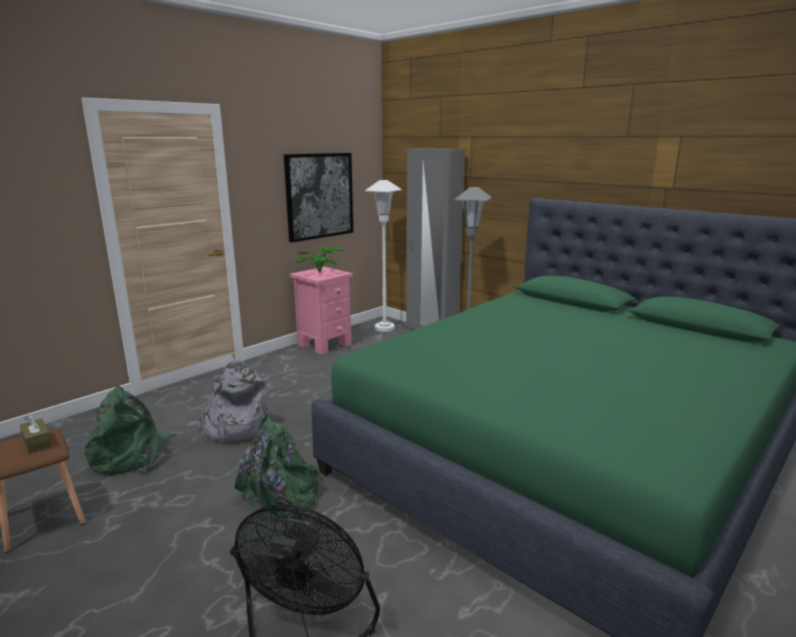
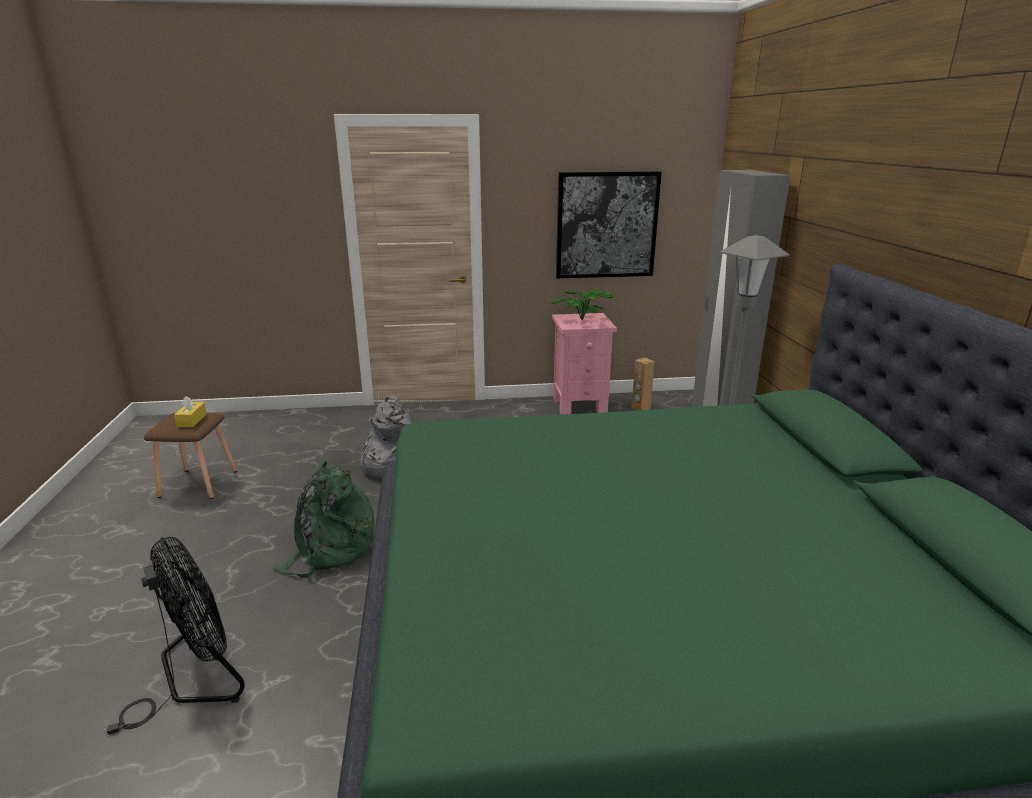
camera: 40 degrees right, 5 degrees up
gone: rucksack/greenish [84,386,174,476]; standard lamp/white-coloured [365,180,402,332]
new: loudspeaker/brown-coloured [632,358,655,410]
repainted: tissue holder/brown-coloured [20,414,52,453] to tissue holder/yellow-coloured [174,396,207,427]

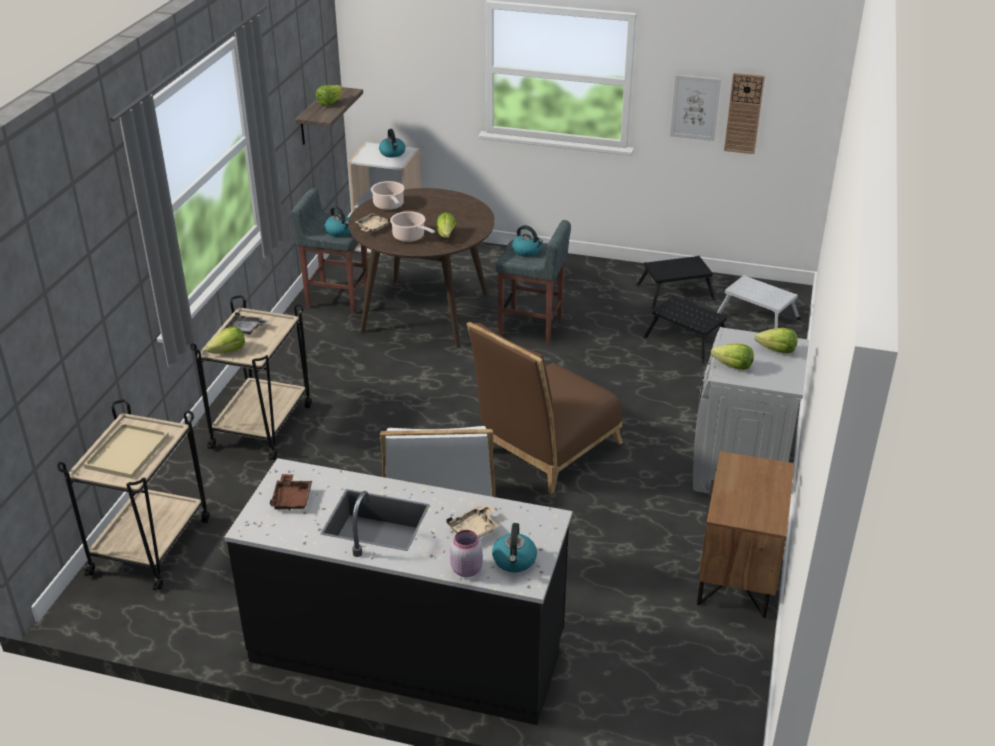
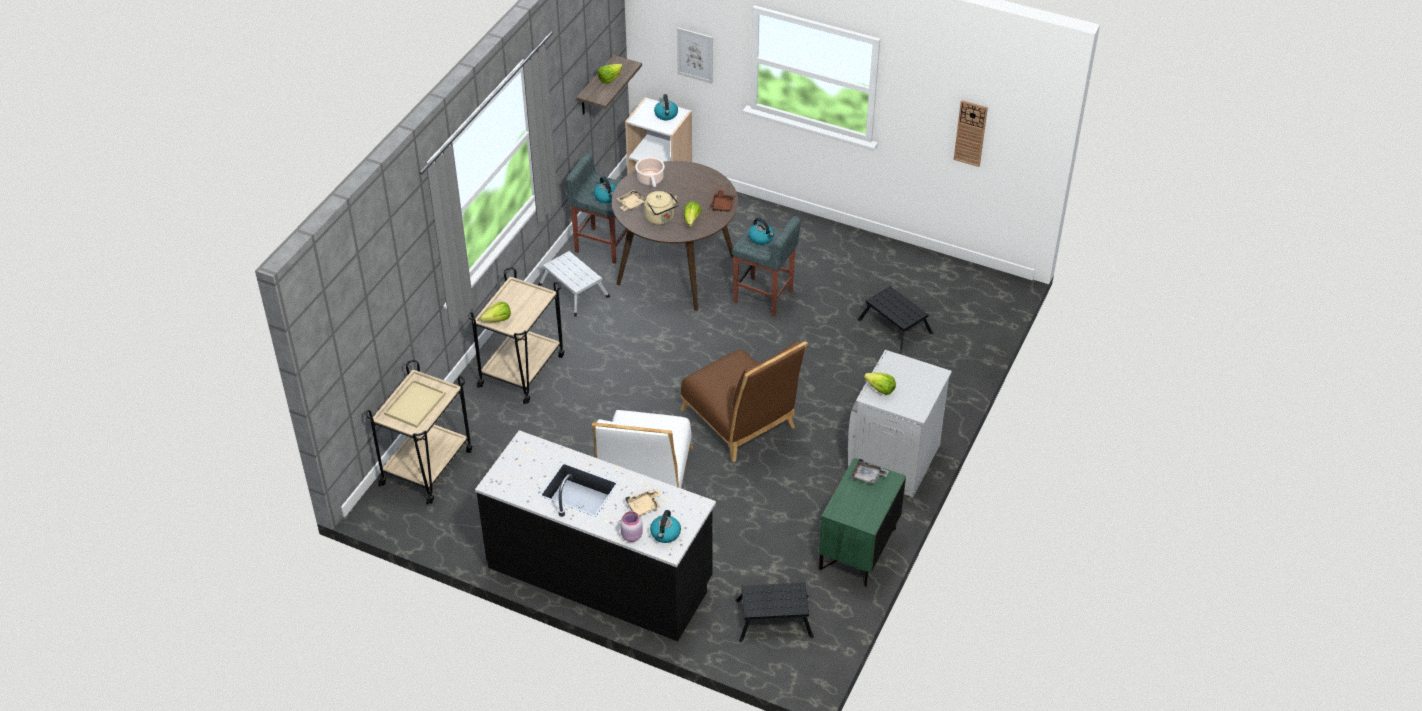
camera: 10 degrees right, 10 degrees up
gone: head of lettuce [755,328,798,354]
shifted: stepladder/white-coloured [716,275,801,328] to [538,251,610,317]; wall art [670,75,721,141] to [677,27,713,84]; tray/brown-coloured [270,474,312,510] to [710,190,735,212]; stepladder/black [636,256,717,309] to [735,582,814,642]; tray/gray [224,312,269,335] to [850,459,889,484]
swapped: cooking pot [390,211,435,242] to water kettle/sand-coloured [644,191,679,225]
repainted: bedside table/brown-coloured [697,451,794,618] to bedside table/greenish [819,458,906,587]
rotated: plain chair/brown-coloured [467,322,623,494] = [680,341,808,462] 90 degrees counterclockwise

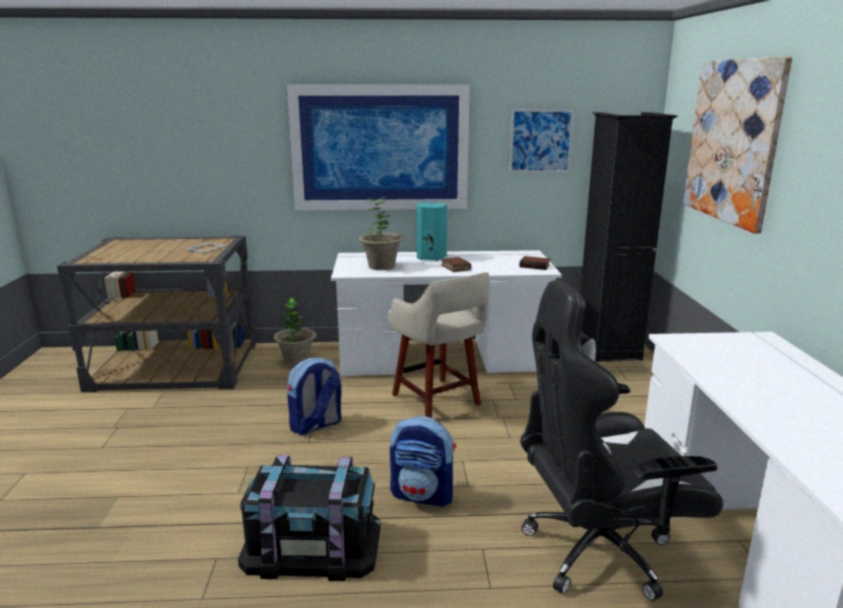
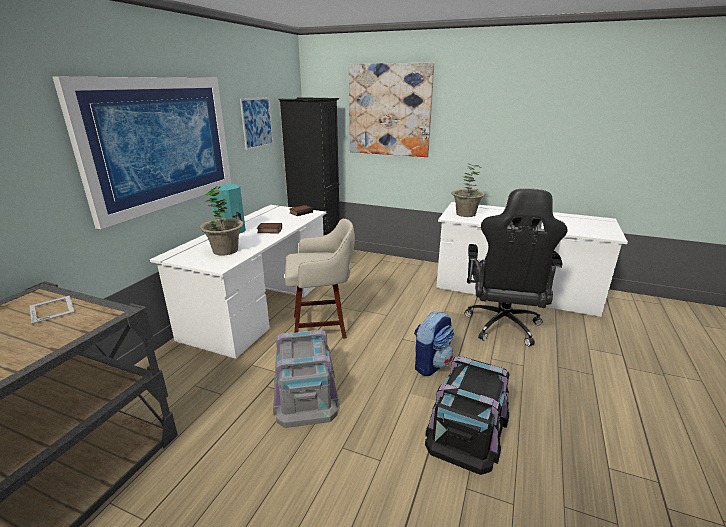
camera: 65 degrees left, 5 degrees up
shifted: potted plant [273,298,317,366] to [451,163,485,217]
swapped: rucksack [287,358,342,435] to storage bin/gray [273,330,340,428]

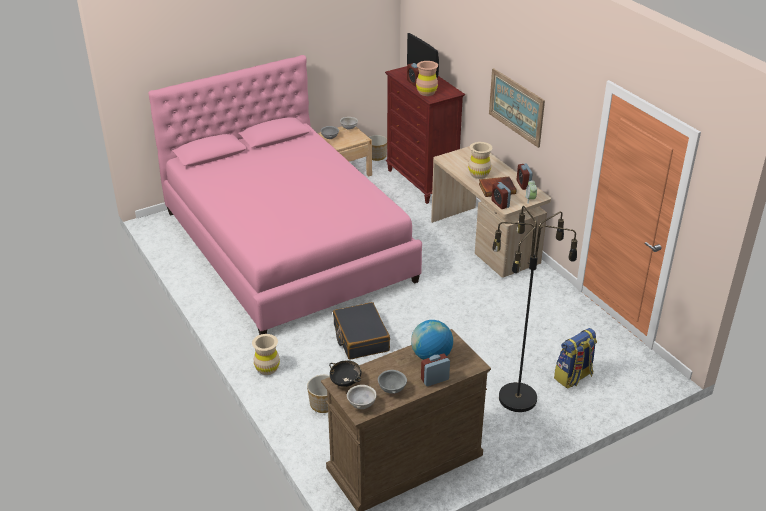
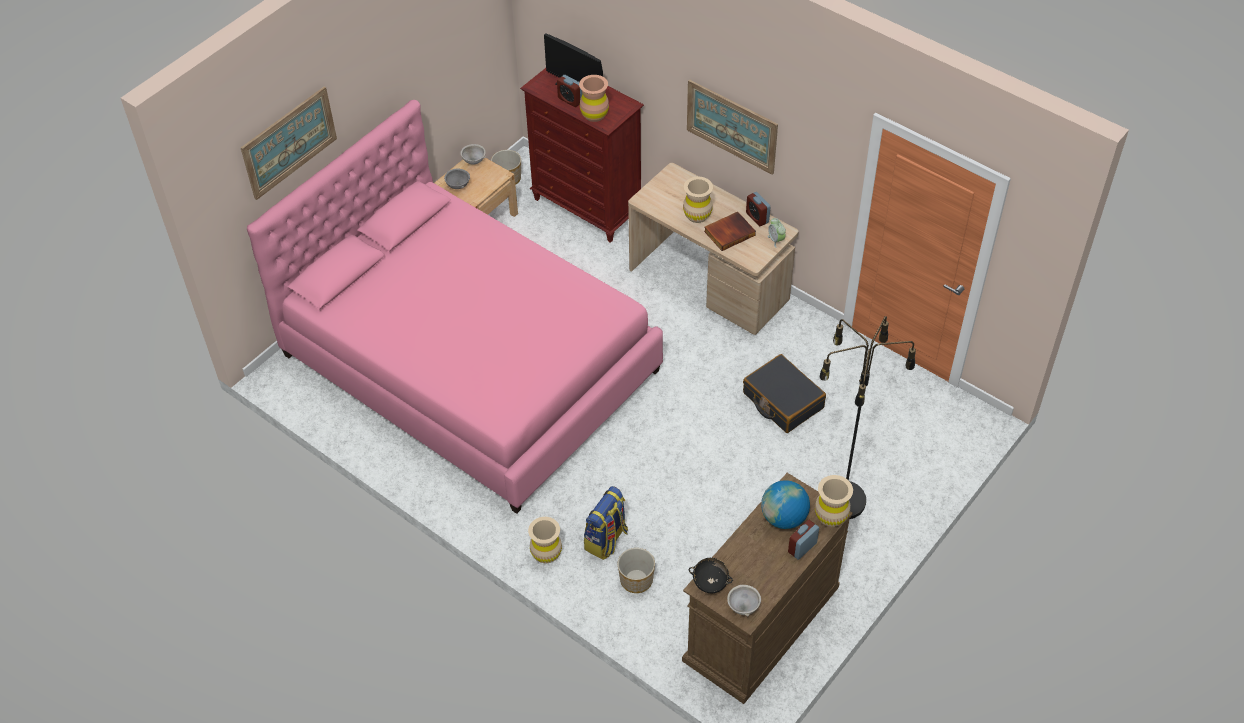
camera: 20 degrees left, 15 degrees up
gone: serving bowl/gray [378,370,407,394]; table clock [492,182,511,209]
new: wall art [241,86,337,200]; flower vase/sand-coloured [815,475,853,527]
shifted: rucksack [554,328,597,388] to [584,486,628,560]; travel case/black [333,302,390,360] to [743,354,826,433]

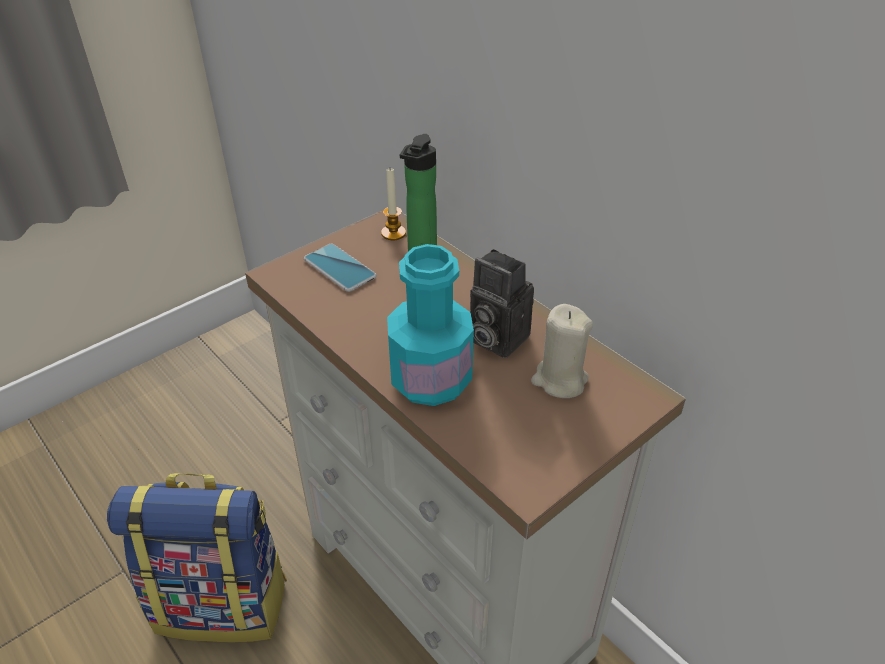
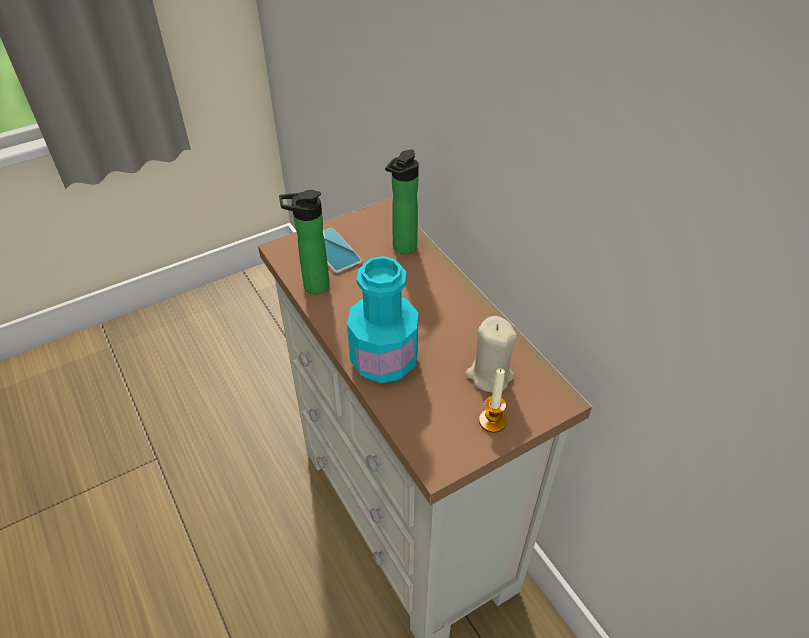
camera: 10 degrees right, 5 degrees up
gone: rucksack [107,473,287,643]; still camera [470,249,534,358]
new: drink bottle [279,190,330,294]
shifted: wax light [381,169,406,240] to [479,368,507,433]

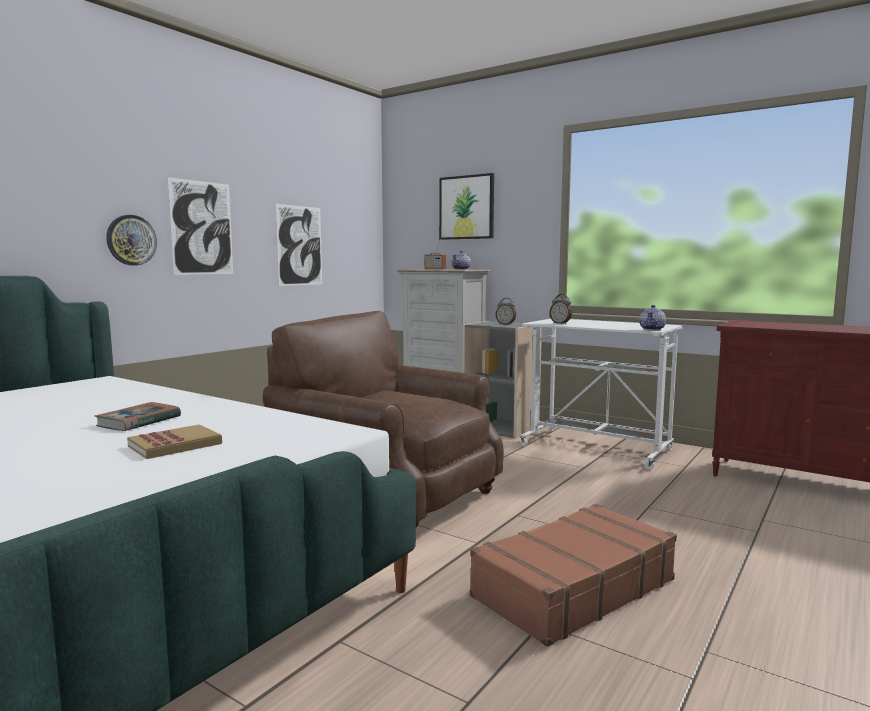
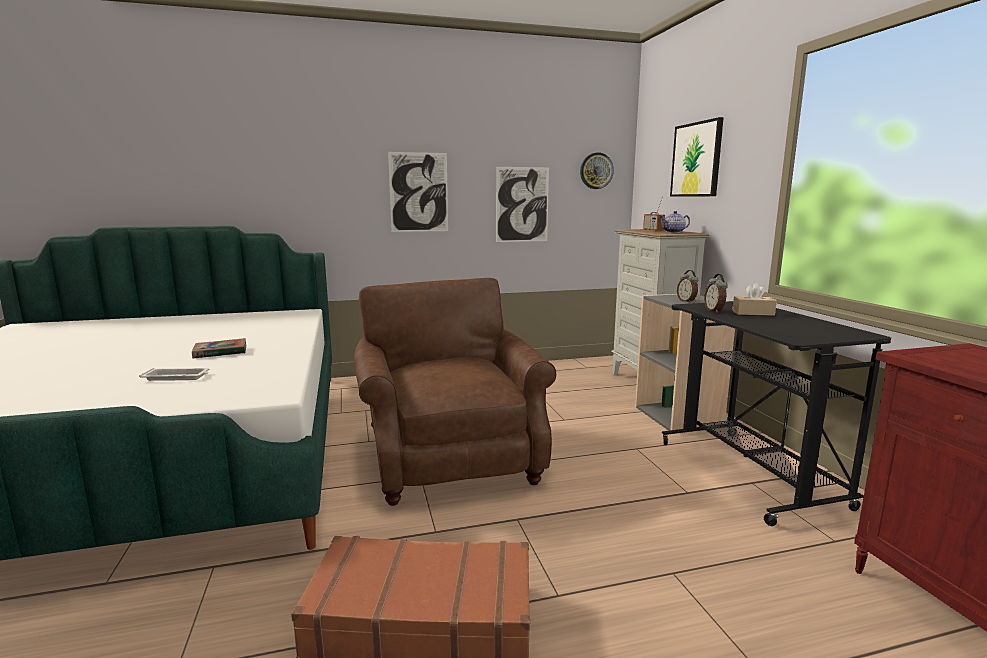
camera: 40 degrees right, 5 degrees up
gone: teapot [639,305,666,330]
new: tissue holder/sand-coloured [732,283,777,316]
shifted: hanging clock [106,215,157,265] to [580,153,614,189]
swapped: book [127,424,222,459] to tray/white-coloured [139,368,210,381]
repainted: desk/white-coloured [521,319,683,470] to desk/black [662,301,891,526]

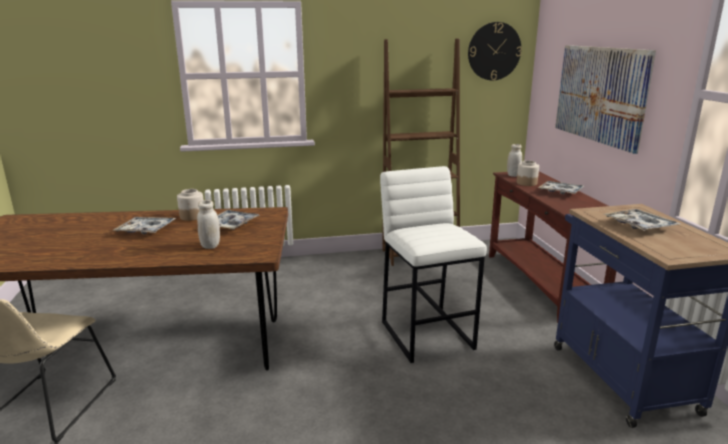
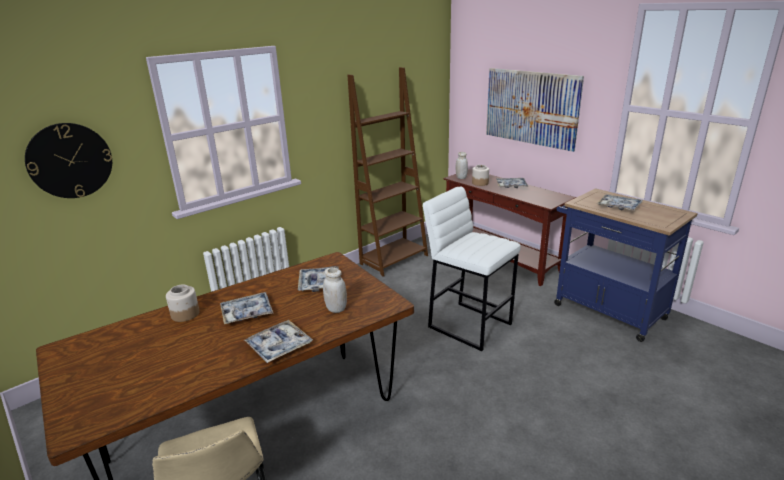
camera: 30 degrees left, 5 degrees up
new: tray [244,320,313,363]
shifted: hanging clock [468,22,522,80] to [25,123,112,198]; jar [177,189,203,221] to [166,284,200,322]

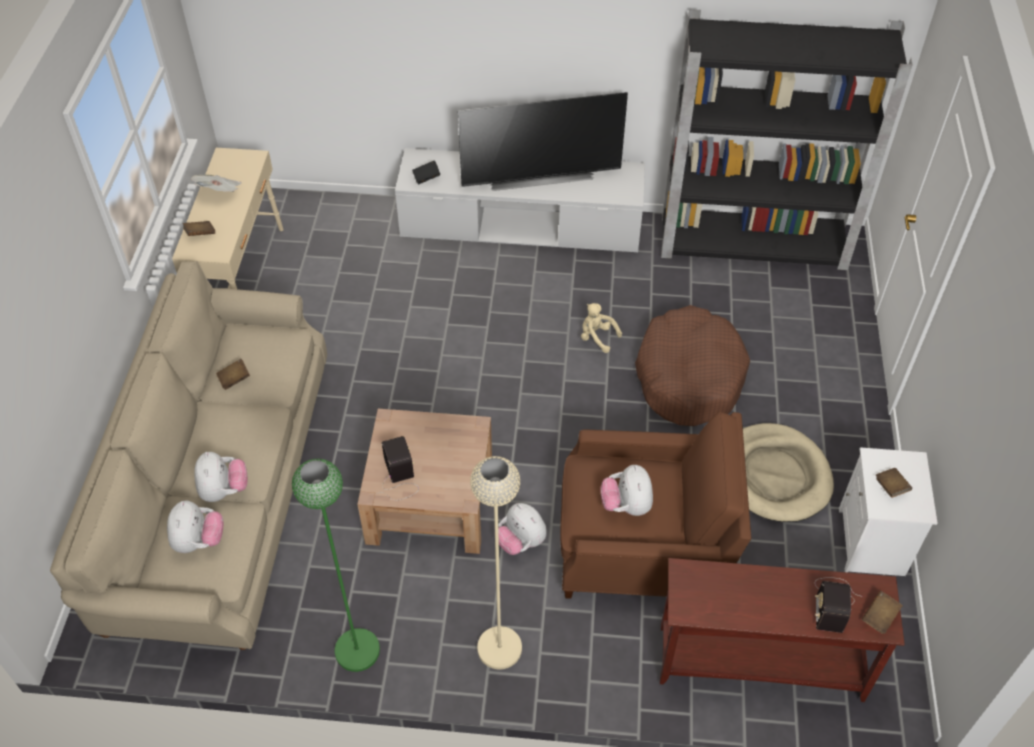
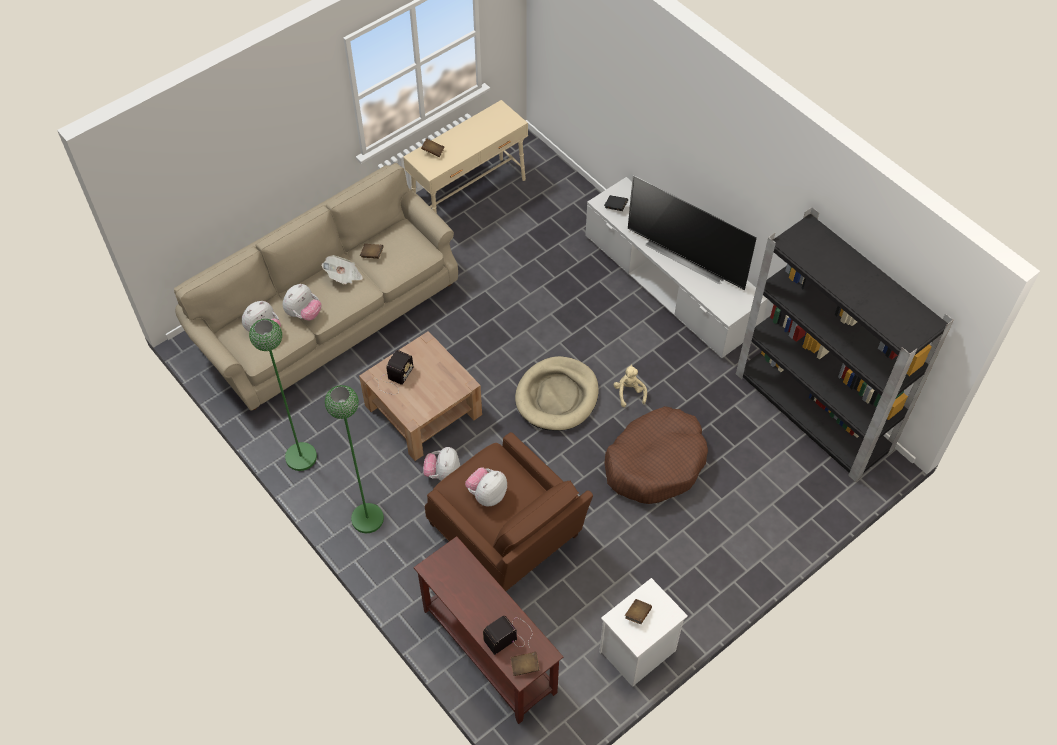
camera: 45 degrees right, 5 degrees up
shifted: daily paper [191,175,242,192] to [321,255,363,284]; dog bed/sand-coloured [743,423,834,522] to [515,356,599,431]
repainted: standard lamp/sand-coloured [470,456,522,669] to standard lamp/greenish [325,385,384,533]

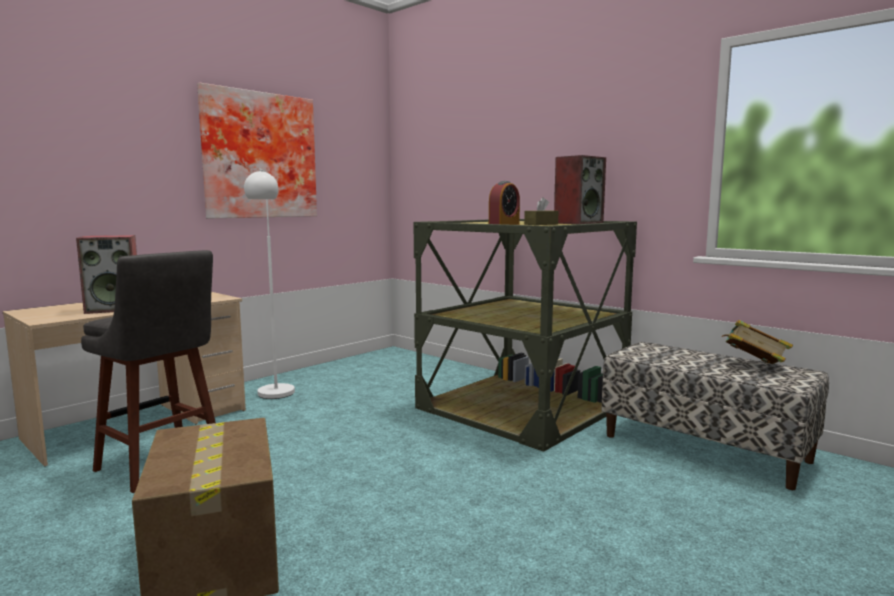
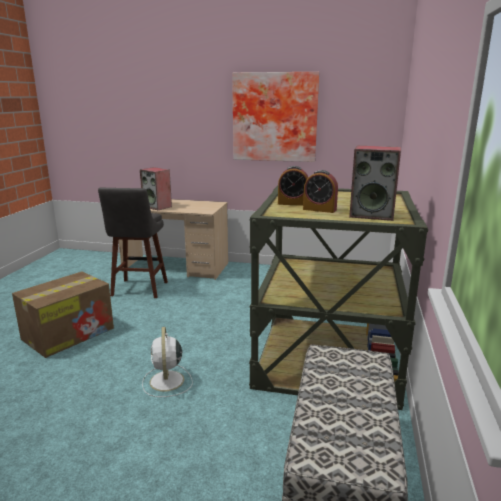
camera: 60 degrees right, 10 degrees up
gone: standard lamp/white-coloured [244,169,295,399]; book [722,320,793,364]
new: fan/white-coloured [142,327,193,397]
swapped: tissue holder/brown-coloured [524,197,559,225] to table clock [303,170,338,213]

